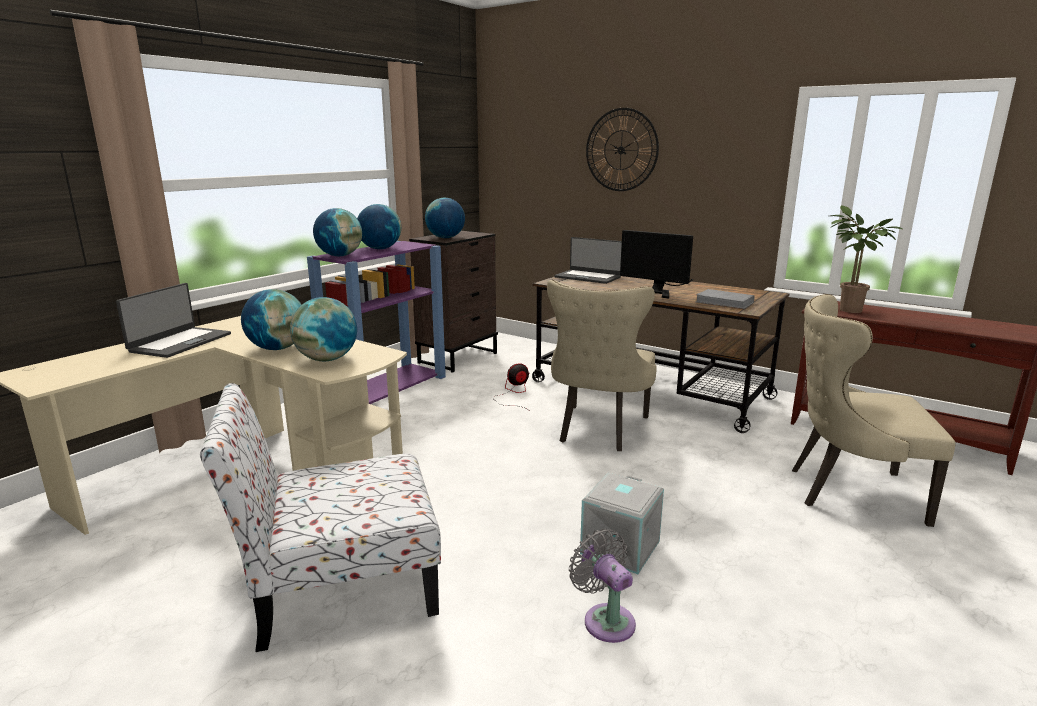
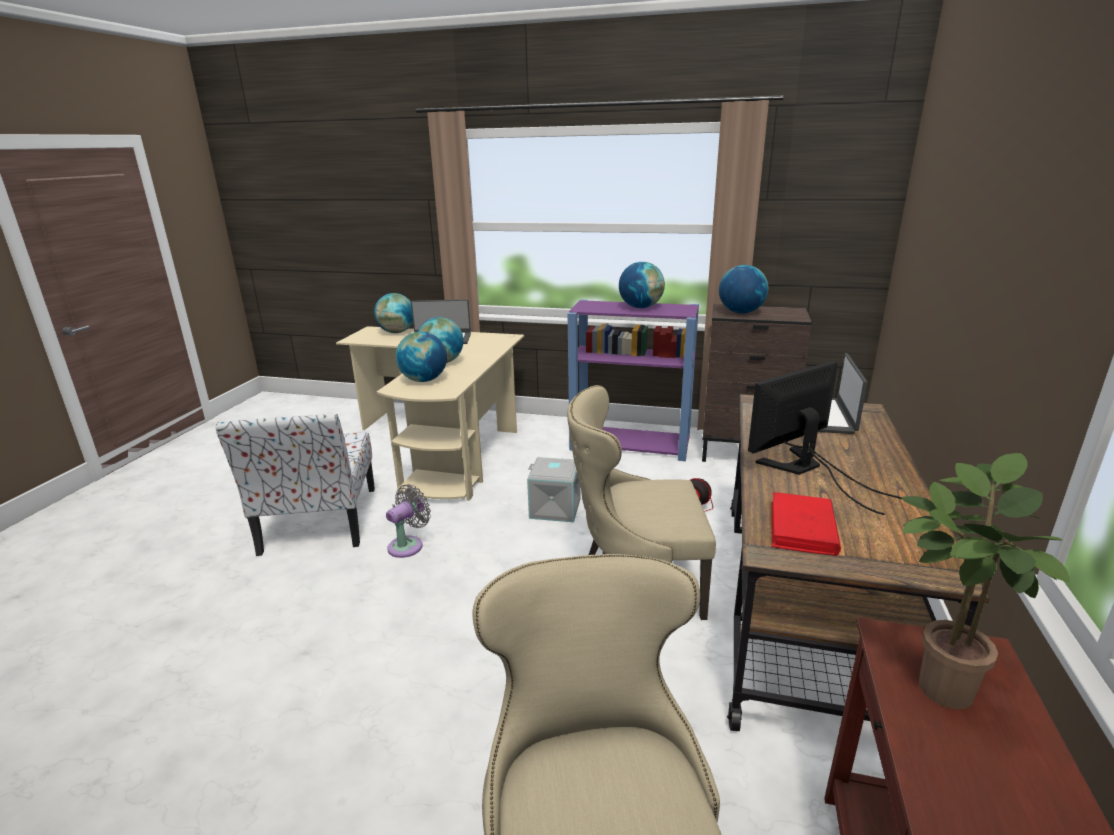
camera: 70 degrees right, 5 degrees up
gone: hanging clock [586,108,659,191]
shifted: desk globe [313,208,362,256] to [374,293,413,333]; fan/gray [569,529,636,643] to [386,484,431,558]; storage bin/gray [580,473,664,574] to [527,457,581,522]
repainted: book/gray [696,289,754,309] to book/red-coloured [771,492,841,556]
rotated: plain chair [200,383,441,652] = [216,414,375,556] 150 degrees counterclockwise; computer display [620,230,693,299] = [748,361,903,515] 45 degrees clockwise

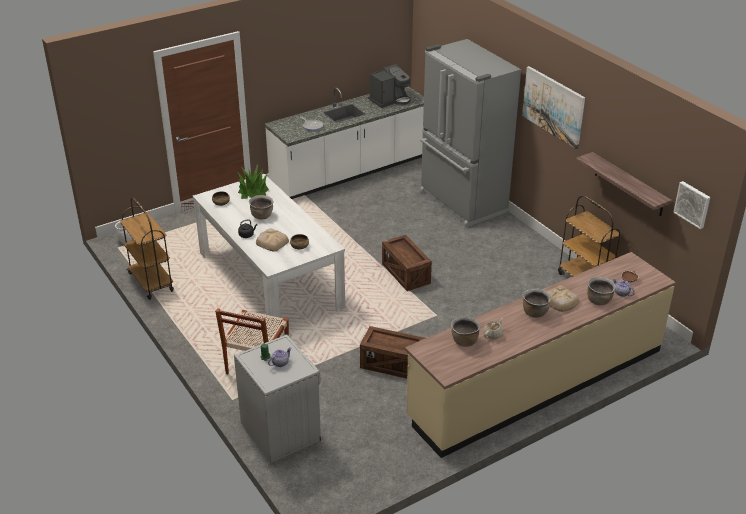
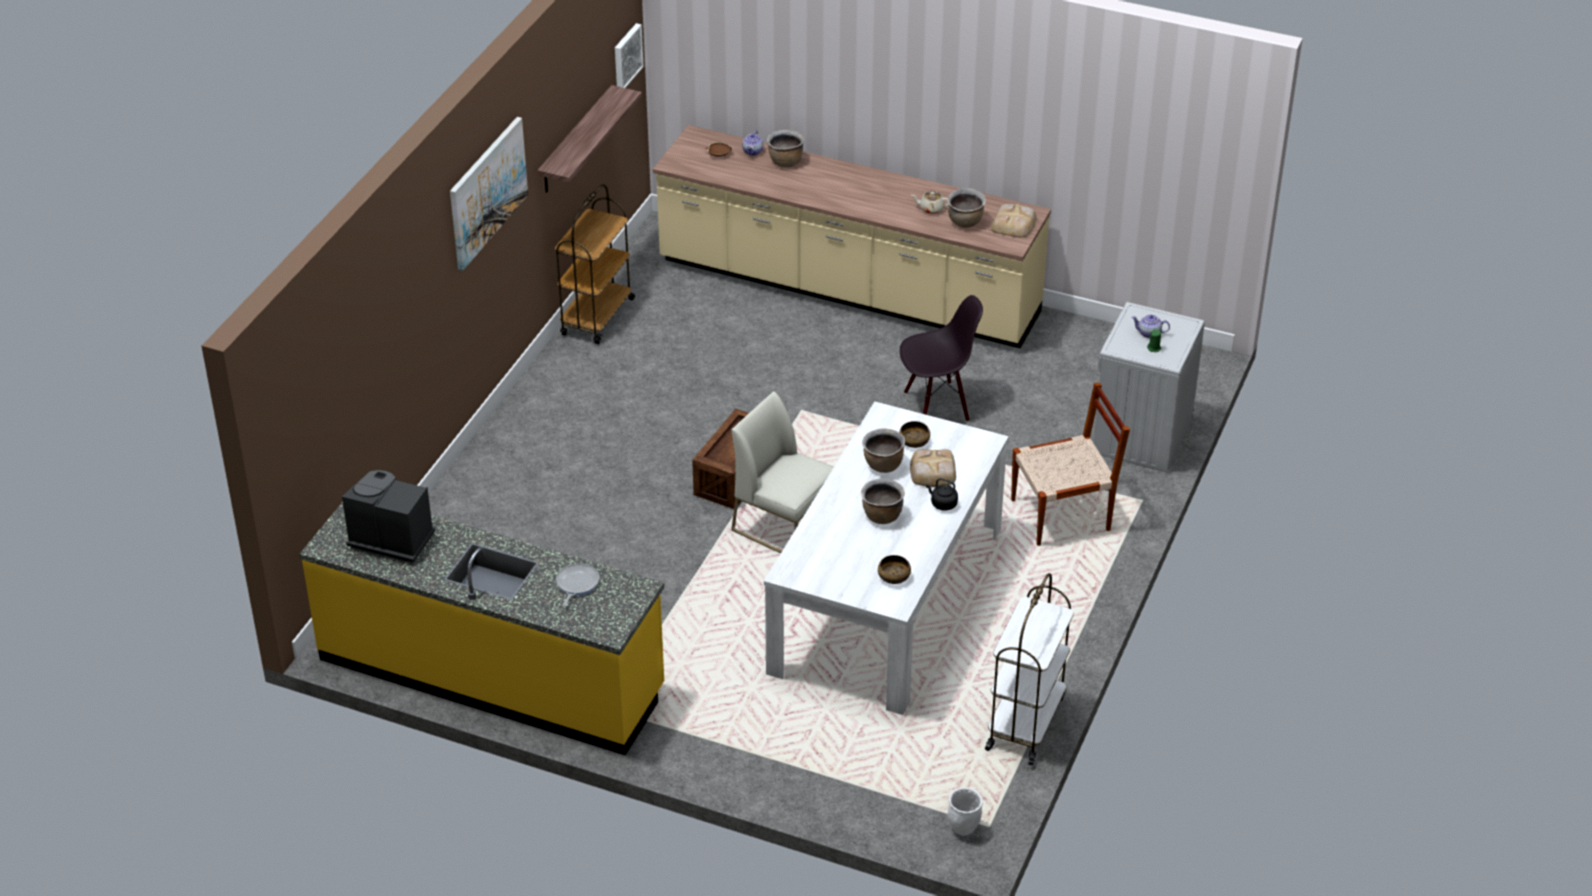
camera: 125 degrees left, 5 degrees up
gone: potted plant [238,164,269,199]; kitchen fridge/gray [420,39,521,227]
new: plain chair/white-coloured [731,391,834,554]
shifted: cooking pot/brown-coloured [522,289,551,318] to [862,428,905,473]; bread [546,285,579,312] to [991,204,1037,237]
swapped: packing crate [360,326,426,379] to plain chair/black [900,295,983,422]
repainted: counter/white-coloured [265,86,424,199] to counter/yellow-coloured [300,502,664,755]; cart/brown-coloured [120,197,174,300] to cart/white-coloured [985,573,1074,766]

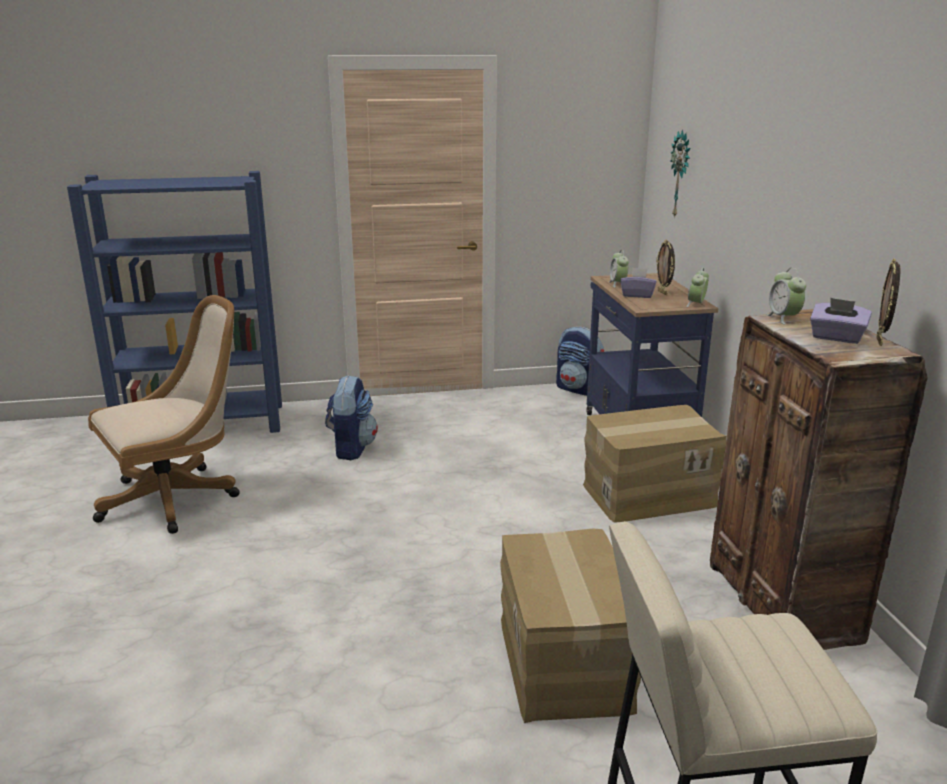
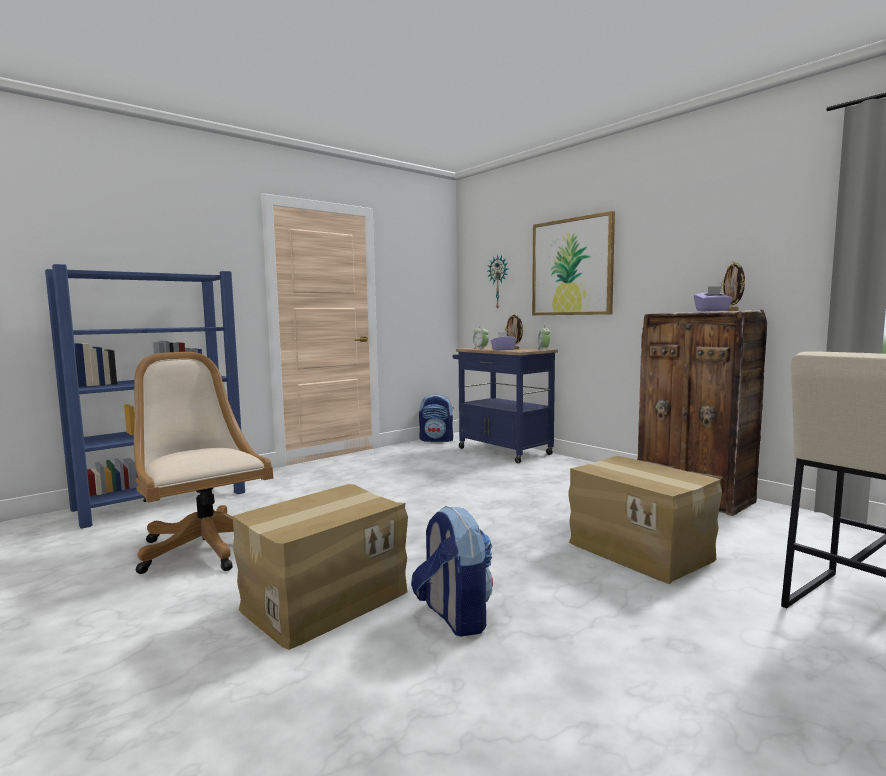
camera: 30 degrees left, 15 degrees down
gone: table clock [766,268,806,324]
new: wall art [532,211,615,315]
shifted: carton [583,405,727,523] to [233,484,408,650]; rucksack [325,375,378,460] to [411,506,493,636]
rotated: office chair [88,295,240,534] = [134,352,274,574] 60 degrees counterclockwise

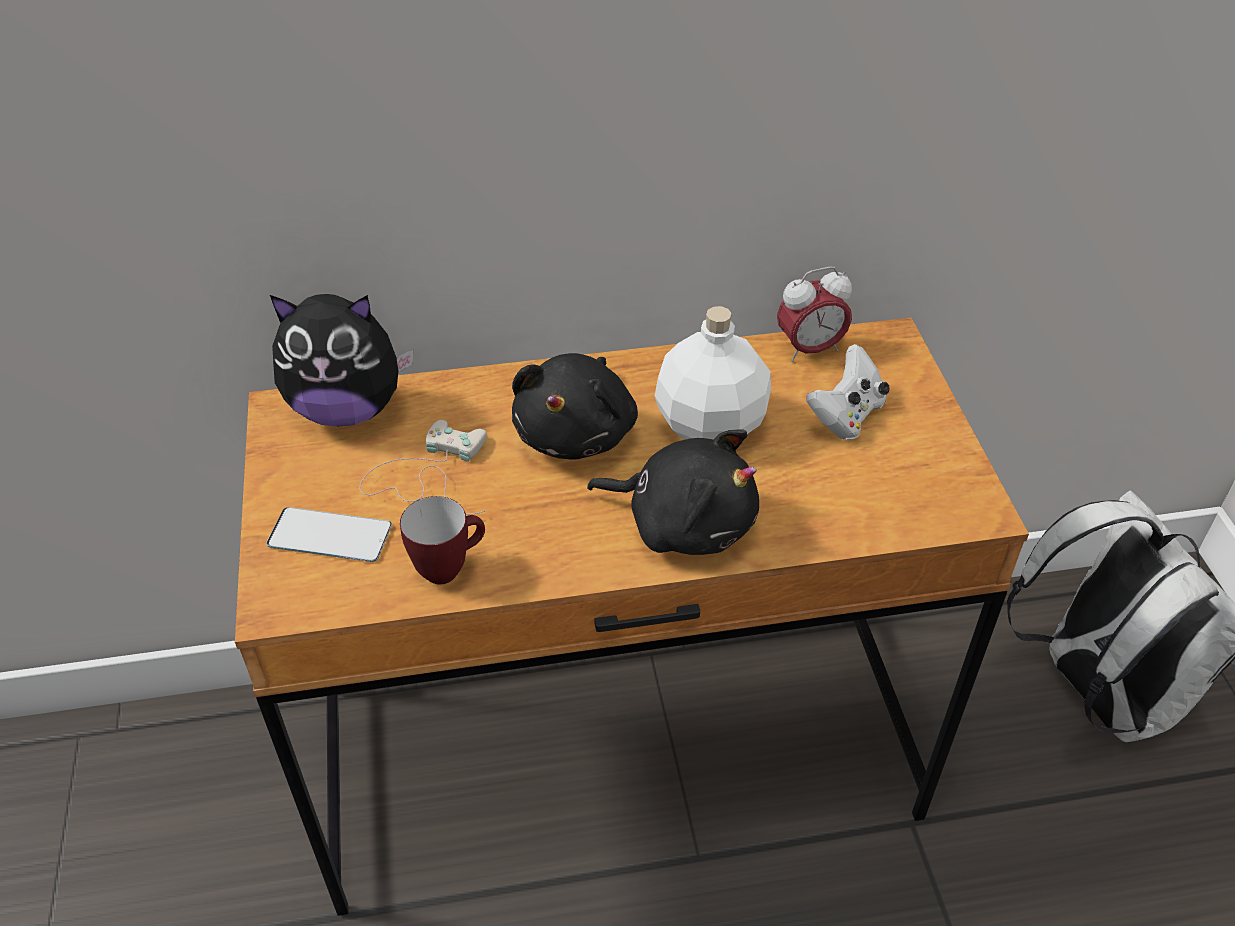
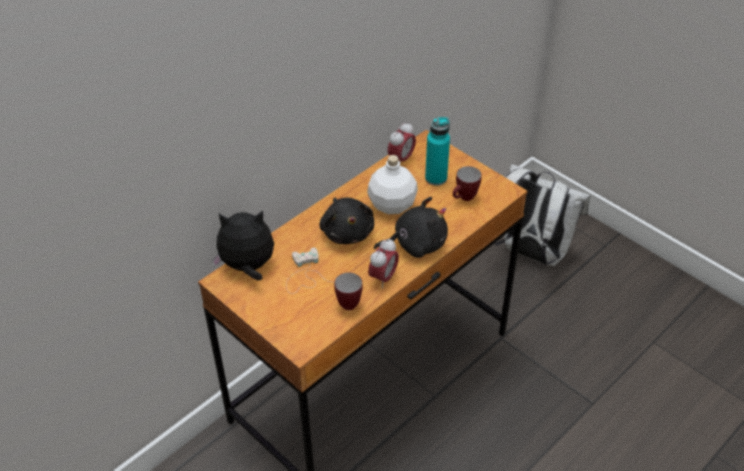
camera: 35 degrees left, 0 degrees up
gone: telephone [266,507,392,562]
new: table clock [368,238,399,288]; mug [453,166,482,201]
swapped: gamepad/white-coloured [806,344,890,440] to drink bottle/blue-green [425,117,450,186]
rotated: cuddly toy [270,294,413,427] = [212,210,274,280] 150 degrees counterclockwise

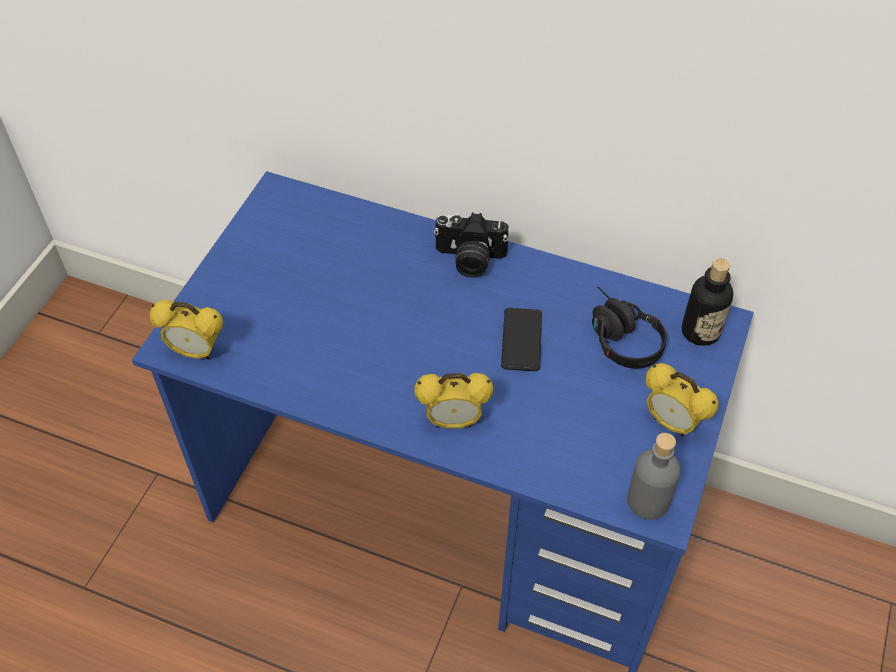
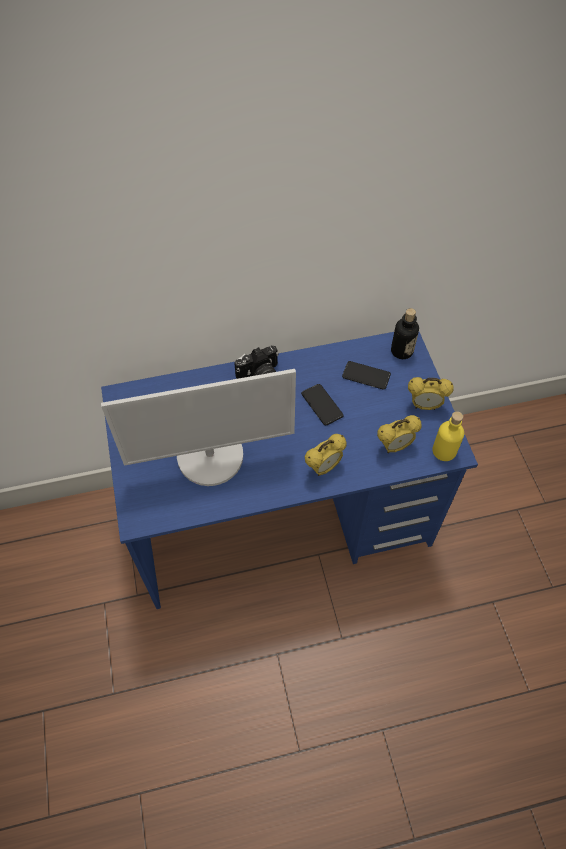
camera: 35 degrees left, 5 degrees up
new: computer display [101,369,296,486]
shifted: table clock [150,300,223,360] to [377,415,422,453]
swapped: headset/black [592,287,667,369] to telephone [342,361,391,390]
repainted: drink bottle/gray [627,433,681,520] to drink bottle/yellow-coloured [432,411,464,461]

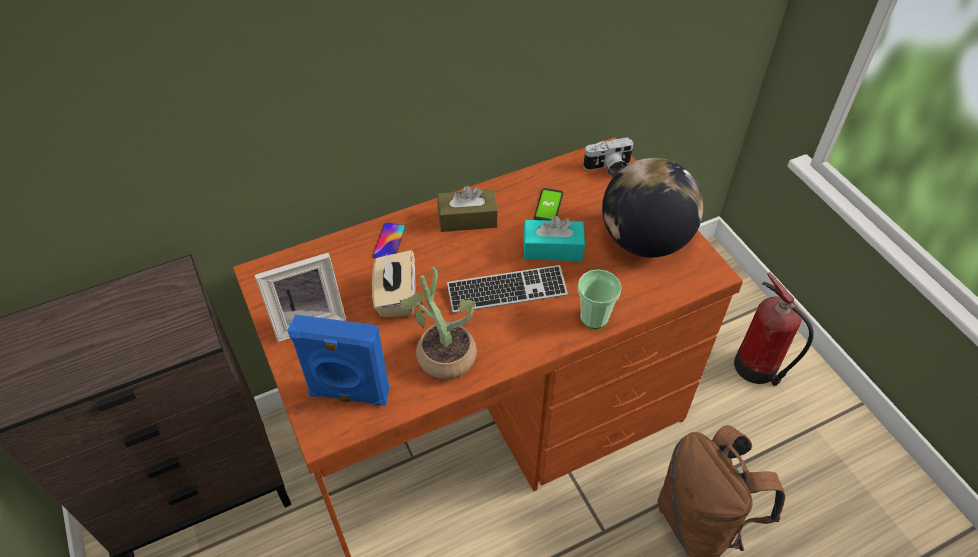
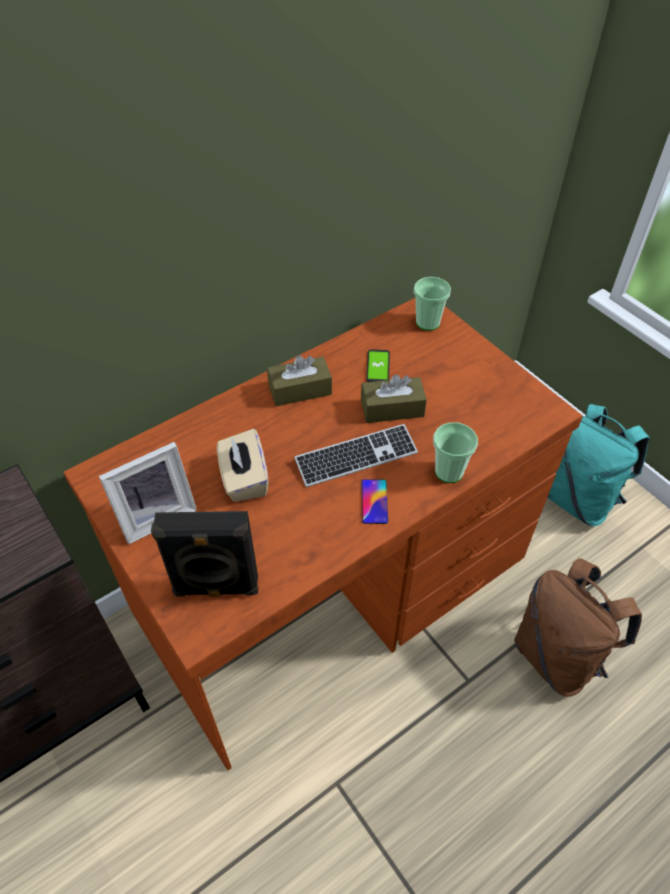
camera: 10 degrees left, 0 degrees up
gone: potted plant [400,267,477,380]; desk globe [602,158,704,258]
shifted: telephone [372,223,406,258] to [361,479,388,524]
swapped: still camera [583,137,634,177] to small cup [414,277,451,331]; extinguisher [734,272,814,386] to rucksack/blue-green [547,404,650,526]
repainted: loudspeaker/blue [287,315,389,406] to loudspeaker/black [151,511,259,597]; tissue holder/blue-green [523,216,585,261] to tissue holder/brown-coloured [361,374,427,423]

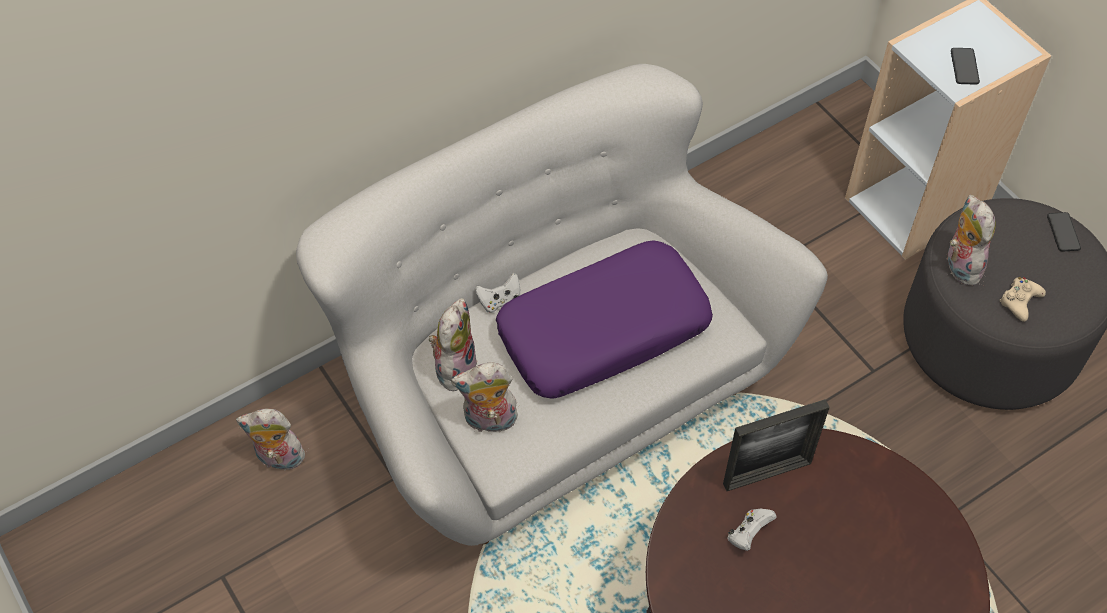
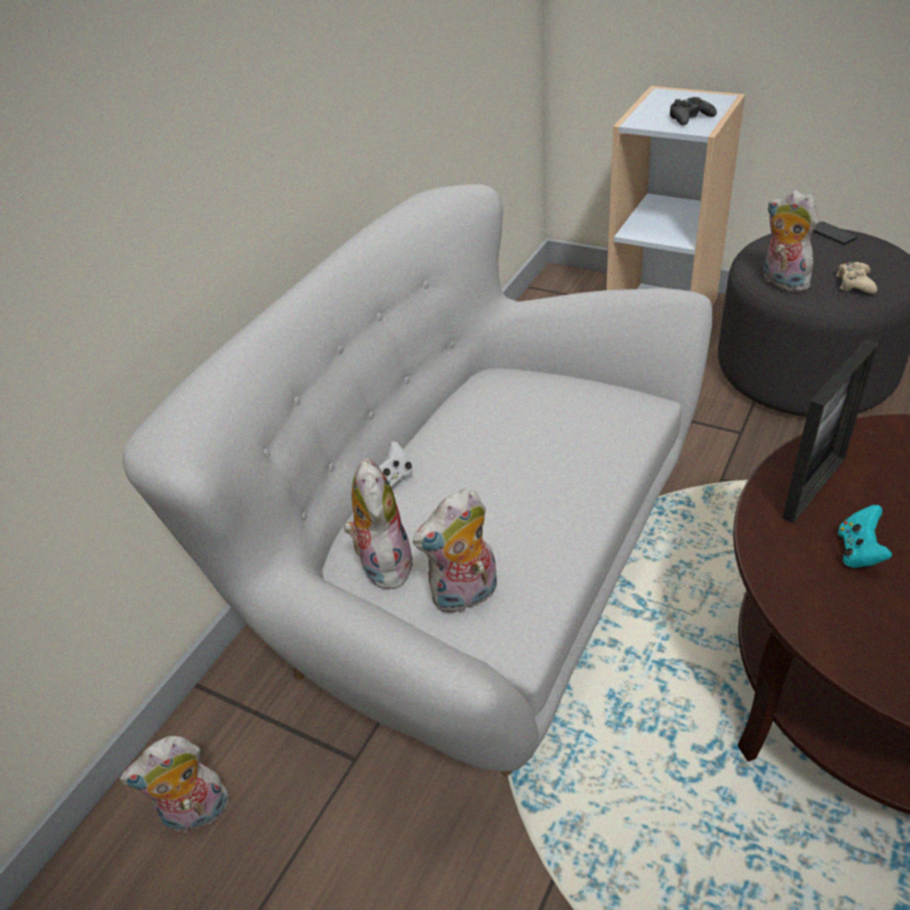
camera: 25 degrees left, 15 degrees down
gone: cushion/purple-coloured [496,240,713,399]
swapped: telephone [951,48,980,84] to gamepad/black [670,97,717,125]
repainted: gamepad/white-coloured [728,509,777,551] to gamepad/blue-green [838,505,892,568]

